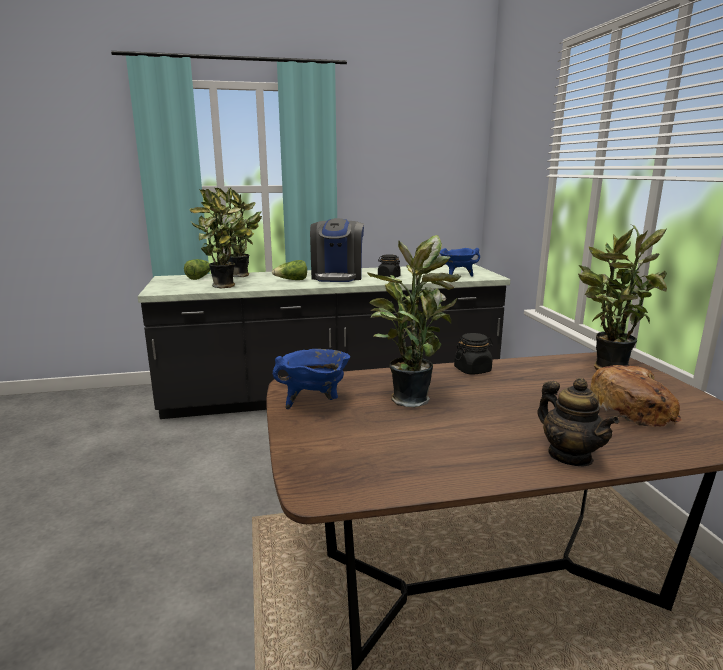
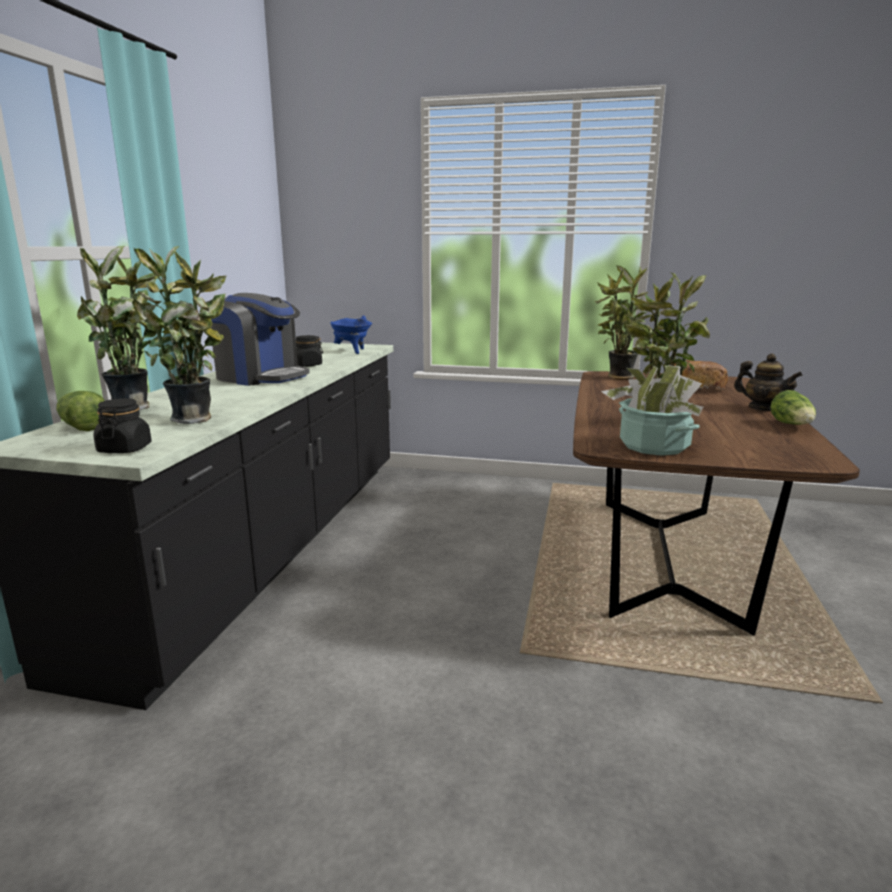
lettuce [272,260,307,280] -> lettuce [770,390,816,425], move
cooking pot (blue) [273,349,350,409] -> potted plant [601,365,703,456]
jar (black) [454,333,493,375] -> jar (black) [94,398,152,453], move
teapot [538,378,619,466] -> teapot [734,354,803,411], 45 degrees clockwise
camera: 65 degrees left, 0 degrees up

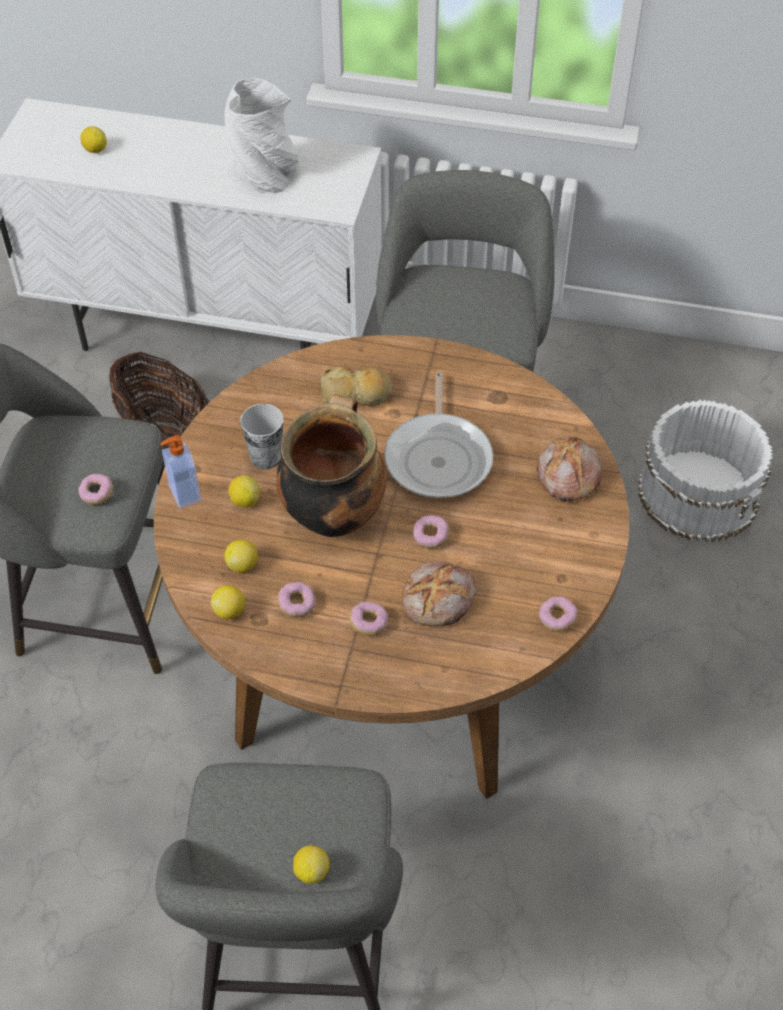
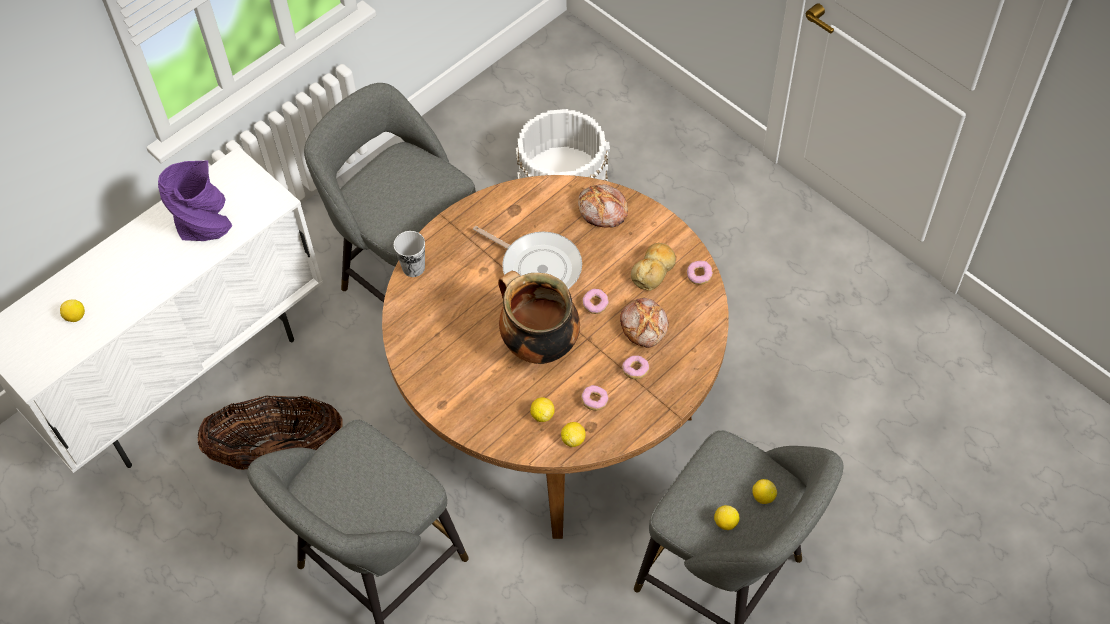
donut [78,474,113,505] -> none
soap dispenser [160,435,201,508] -> none
vase (white) [225,78,299,194] -> vase (purple) [158,160,232,241]
lemon [228,475,260,508] -> lemon [714,505,739,530], move
cup [240,404,284,469] -> cup [394,231,425,277], move
bread [321,366,392,406] -> bread [631,243,676,291], move
camera: 55 degrees left, 5 degrees up

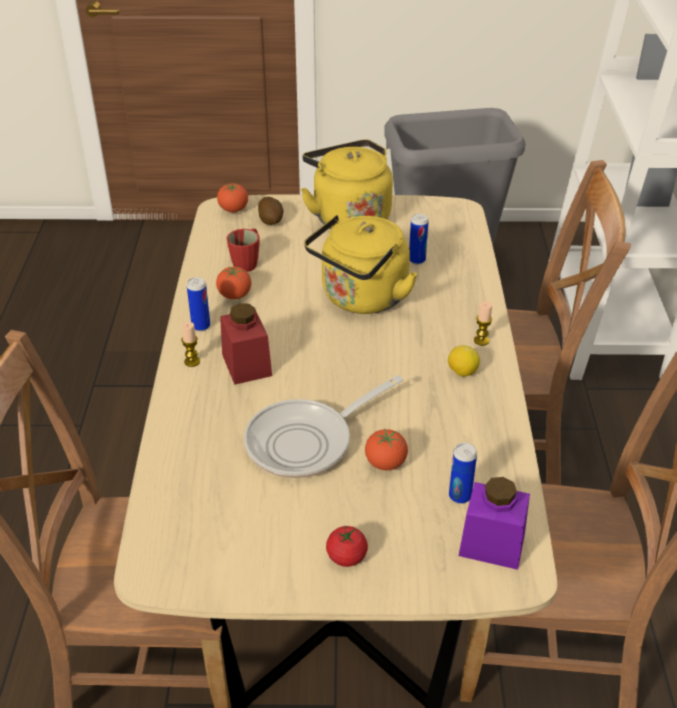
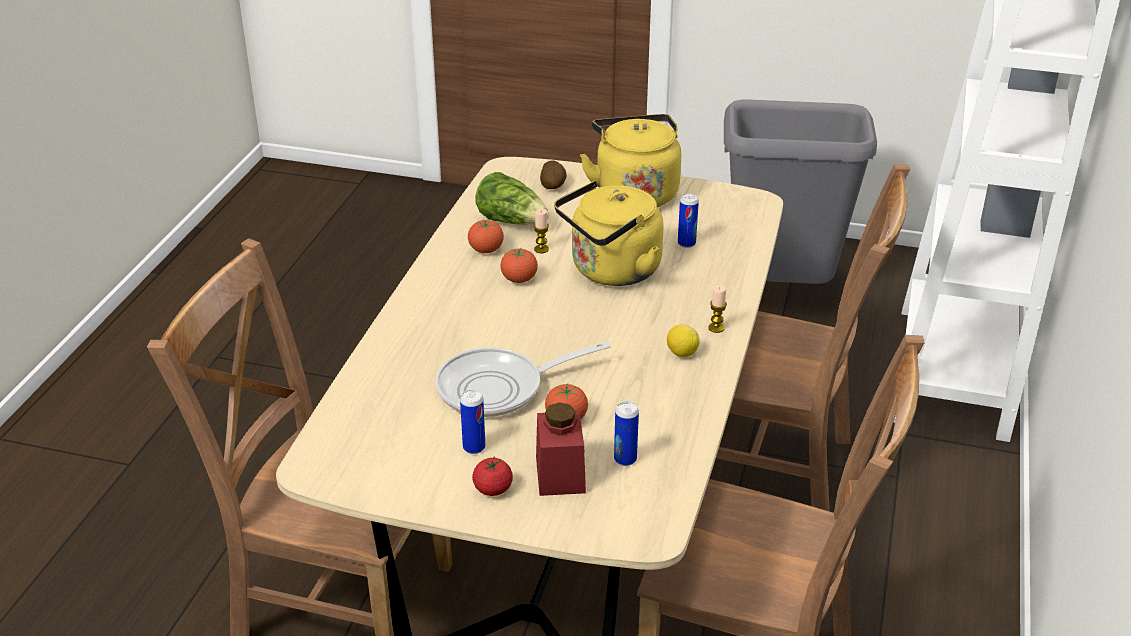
candle [181,322,200,367] -> candle [534,209,549,253], move
can [187,277,210,331] -> can [460,390,485,454], move
tomato [217,183,248,212] -> tomato [500,248,538,283], move
jar (red) [220,303,272,385] -> jar (red) [536,402,586,496], move
mug (red) [227,228,260,272] -> lettuce [475,172,549,224]
jar (purple) [459,477,530,570] -> none
camera: 15 degrees right, 5 degrees down

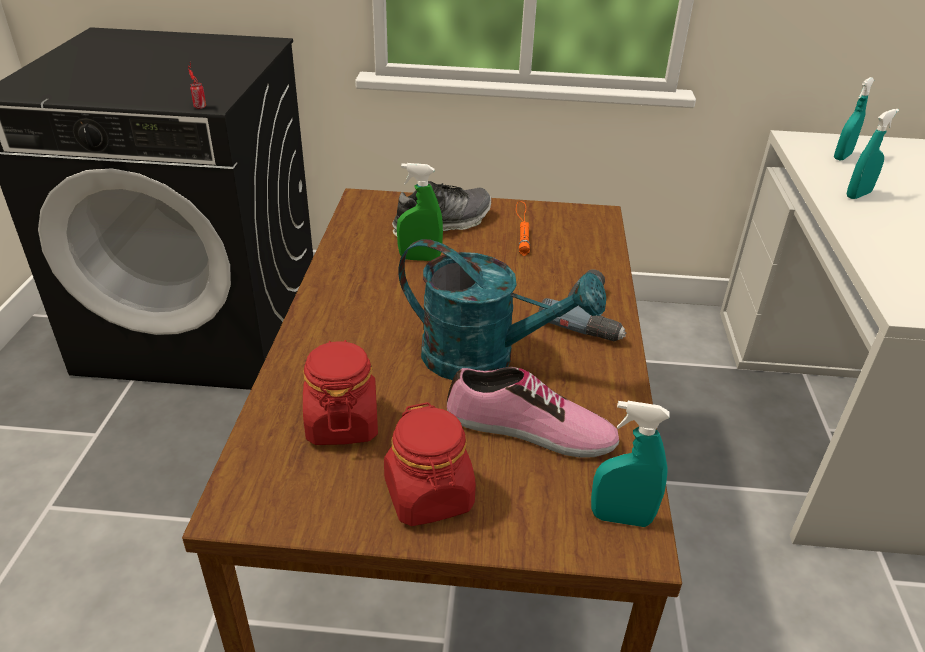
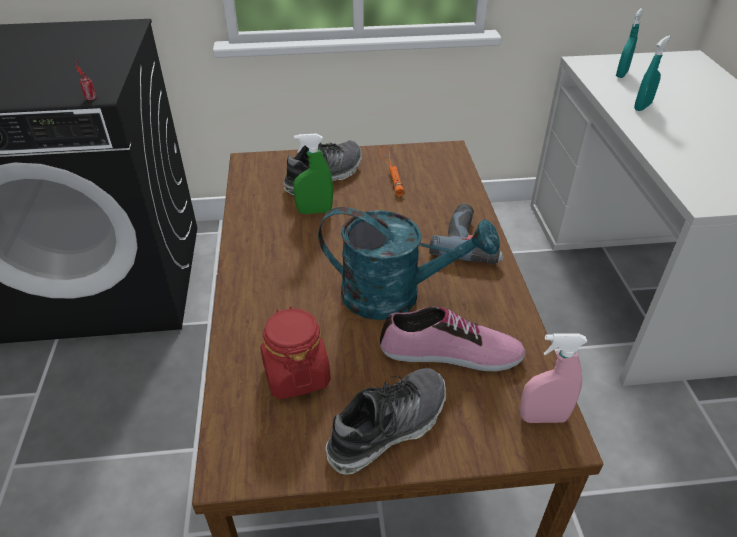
jar (red) [384,402,476,526] -> shoe [326,368,446,475]
spray bottle (turquoise) [591,401,670,527] -> spray bottle (pink) [519,333,587,423]
camera: 10 degrees left, 5 degrees up

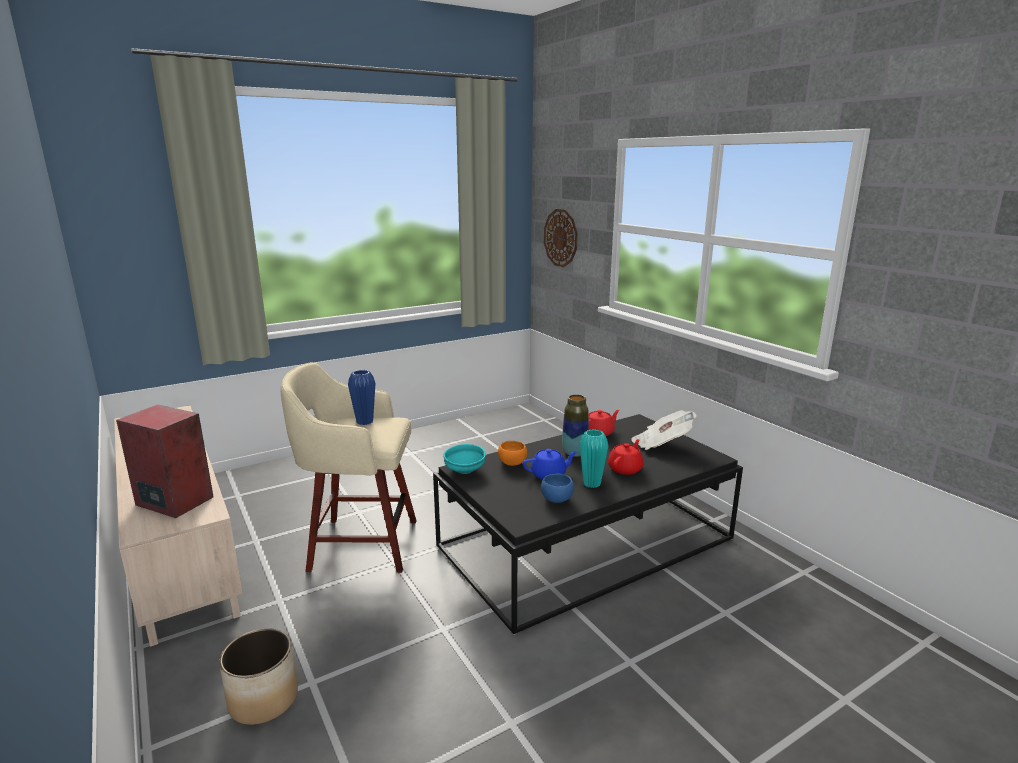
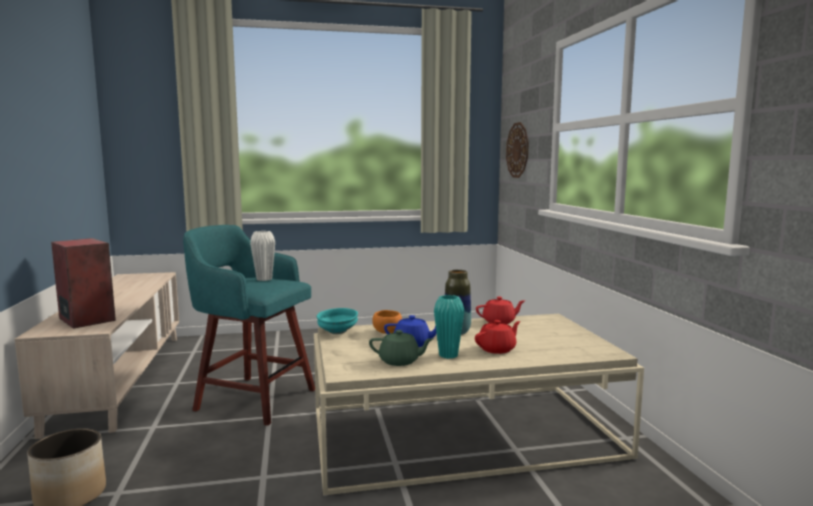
stool (beige) [281,362,417,573] -> stool (turquoise) [183,225,315,426]
vase (blue) [348,370,375,425] -> vase (white) [250,231,275,281]
coffee table (black) [433,414,743,635] -> coffee table (beige) [314,314,644,496]
bowl (blue) [541,474,574,503] -> teapot (green) [369,330,433,366]
newspaper [631,410,697,450] -> none
camera: 20 degrees right, 10 degrees down

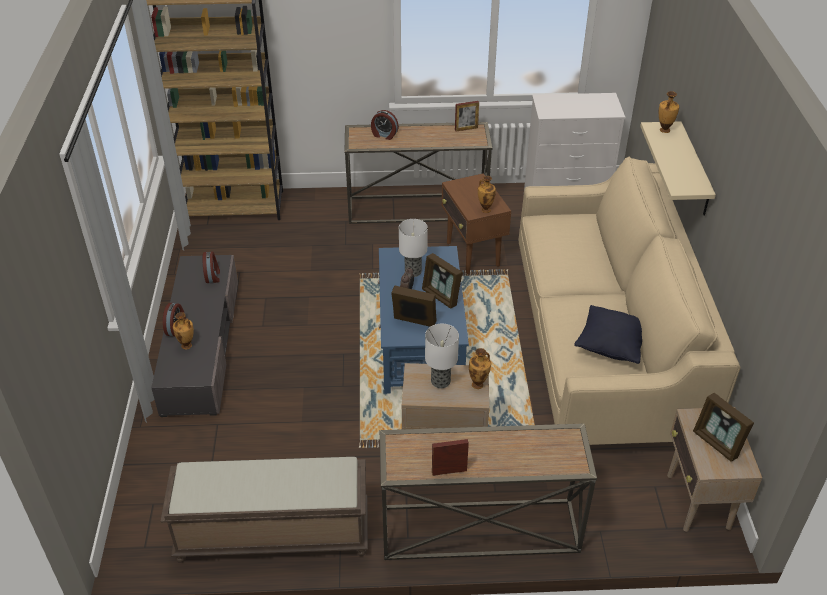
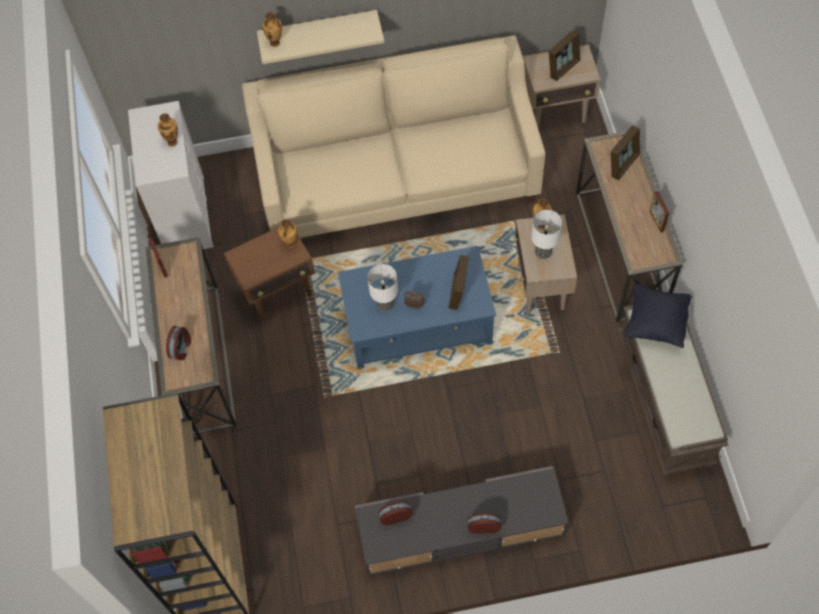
vase [173,312,194,350] -> vase [158,113,178,147], move
picture frame [422,253,463,309] -> picture frame [611,125,640,180], move
pillow (black) [574,305,642,364] -> pillow (black) [626,284,692,348], move
camera: 95 degrees left, 20 degrees up

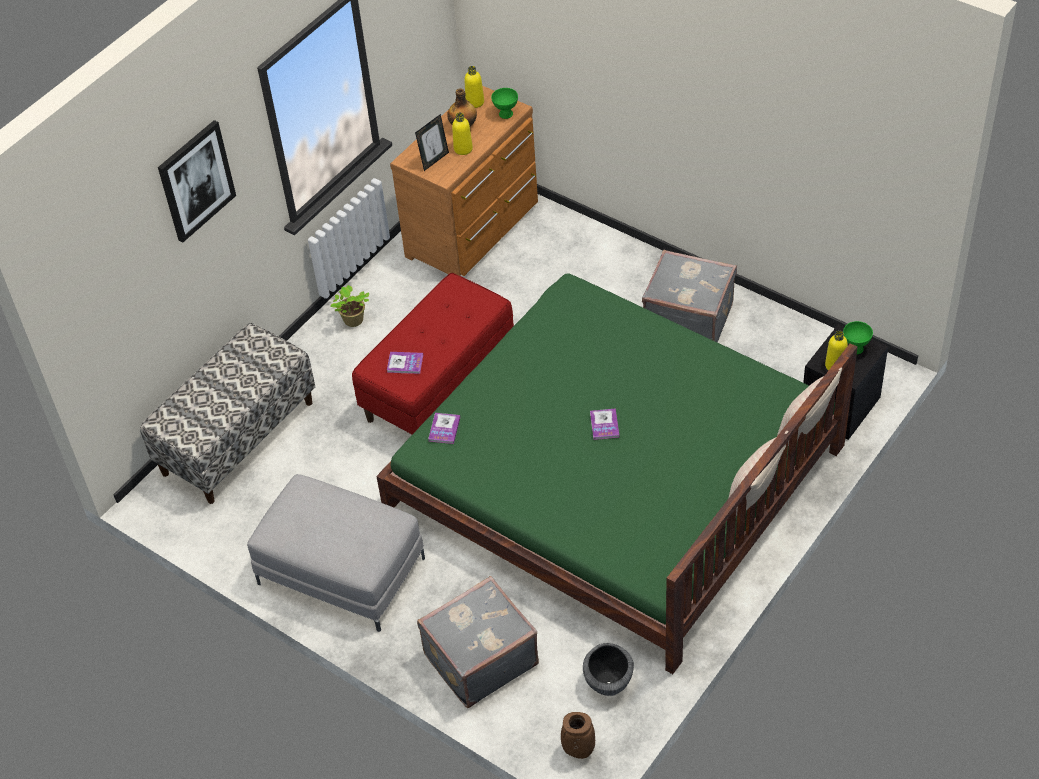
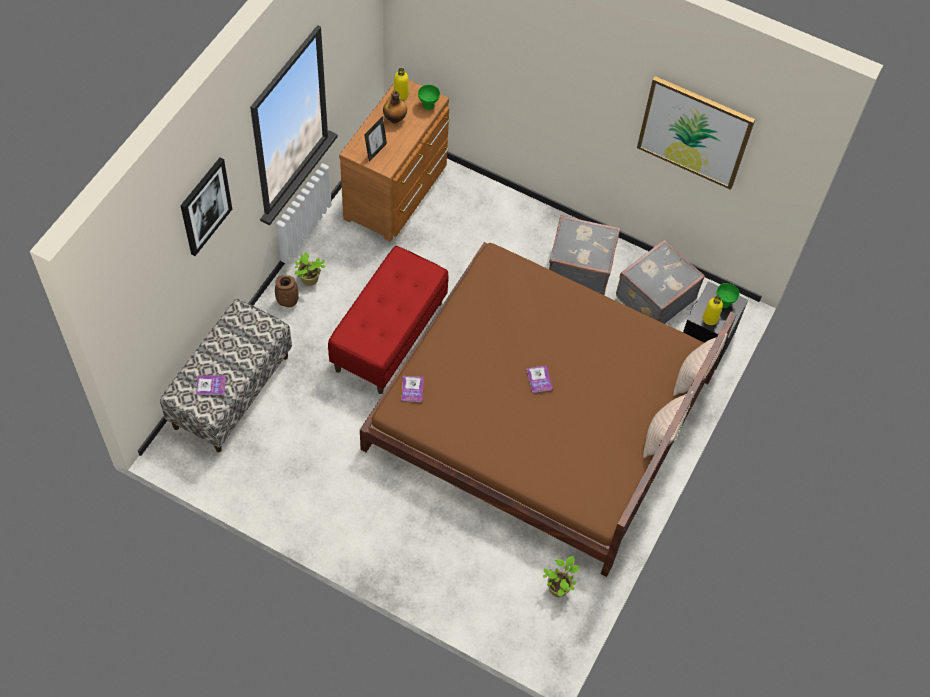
ottoman (grey) [247,474,425,632] -> none
bed (green) [376,273,858,674] -> bed (brown) [360,242,737,577]
book [387,352,423,374] -> book [196,375,226,395], move
suitcase (grey) [417,576,539,708] -> suitcase (grey) [616,240,705,324], move
bottle (yellow) [452,113,473,155] -> none
vase (brown) [561,712,595,759] -> vase (brown) [275,275,299,307], move
bowl [583,643,634,696] -> potted plant [543,556,580,597]
none -> picture [637,76,755,190]
camera: 15 degrees left, 10 degrees up

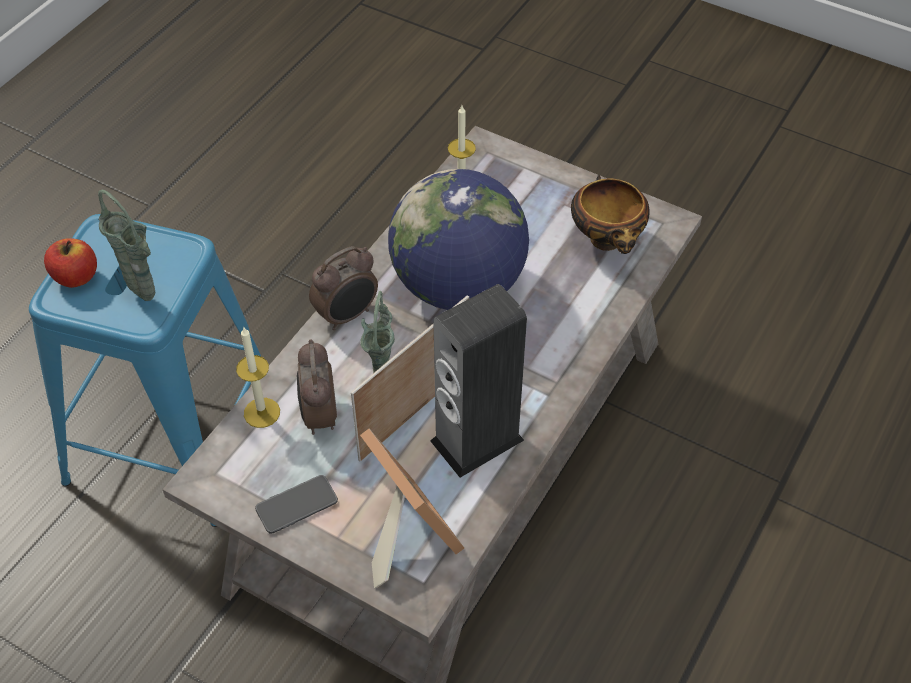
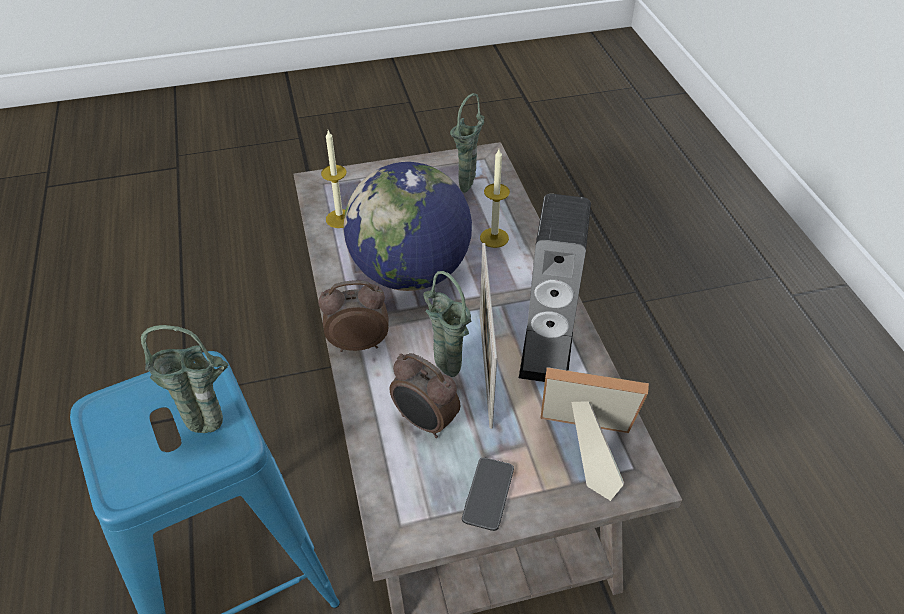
apple [44,238,97,288] -> none
candle [236,326,280,428] -> candle [480,149,510,248], move
alarm clock [309,246,378,330] -> alarm clock [318,280,389,352], 105 degrees counterclockwise
bowl [571,175,650,254] -> vase (green) [450,93,485,193]
camera: 45 degrees left, 5 degrees down

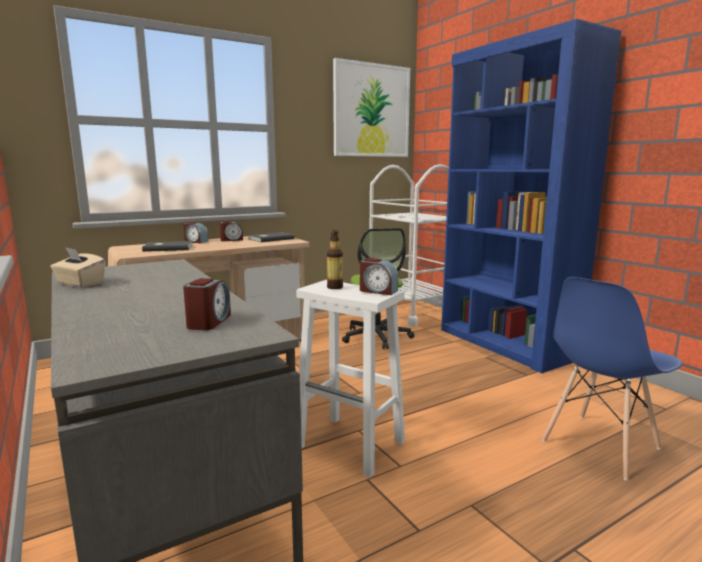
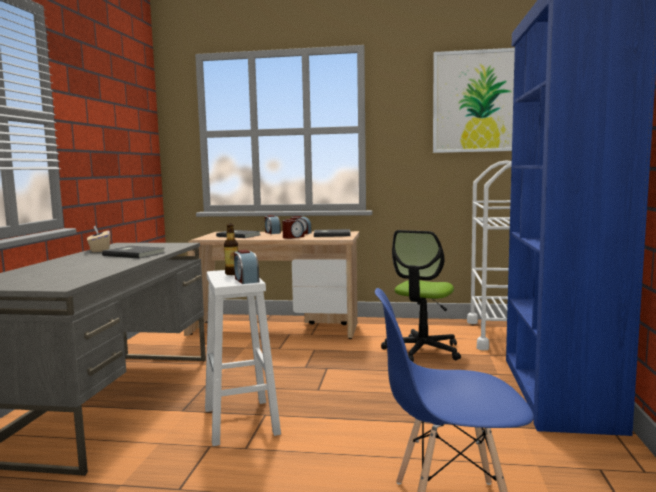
alarm clock [183,278,231,330] -> alarm clock [282,219,304,239], move
none -> book (grey) [102,246,165,258]
camera: 40 degrees right, 5 degrees down

